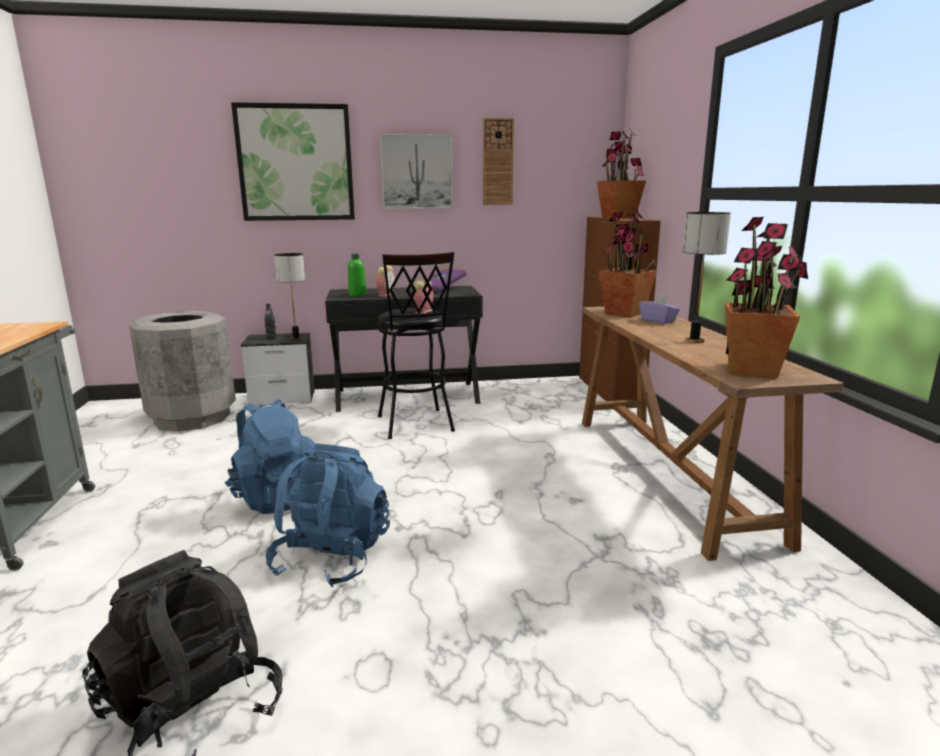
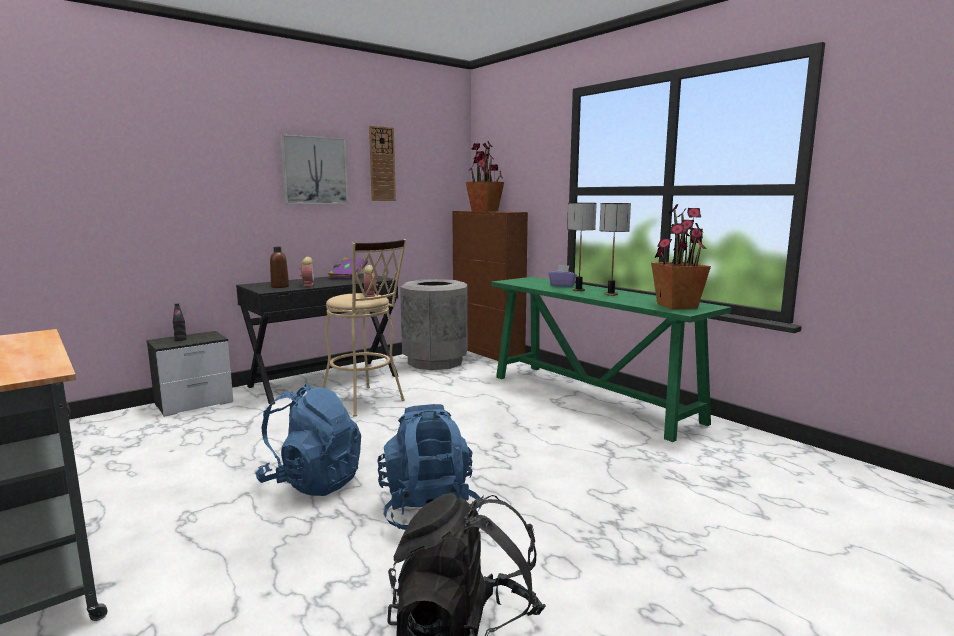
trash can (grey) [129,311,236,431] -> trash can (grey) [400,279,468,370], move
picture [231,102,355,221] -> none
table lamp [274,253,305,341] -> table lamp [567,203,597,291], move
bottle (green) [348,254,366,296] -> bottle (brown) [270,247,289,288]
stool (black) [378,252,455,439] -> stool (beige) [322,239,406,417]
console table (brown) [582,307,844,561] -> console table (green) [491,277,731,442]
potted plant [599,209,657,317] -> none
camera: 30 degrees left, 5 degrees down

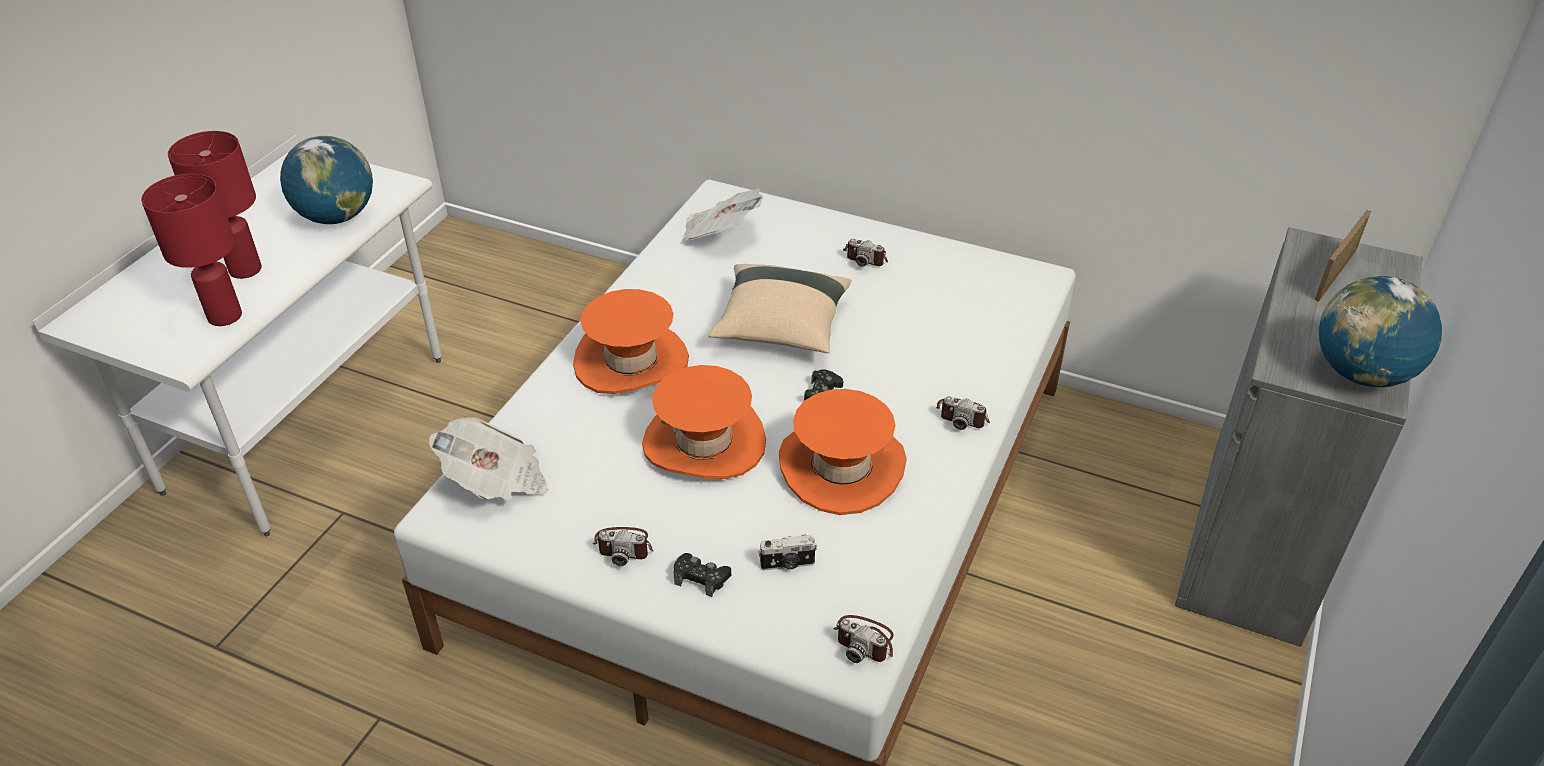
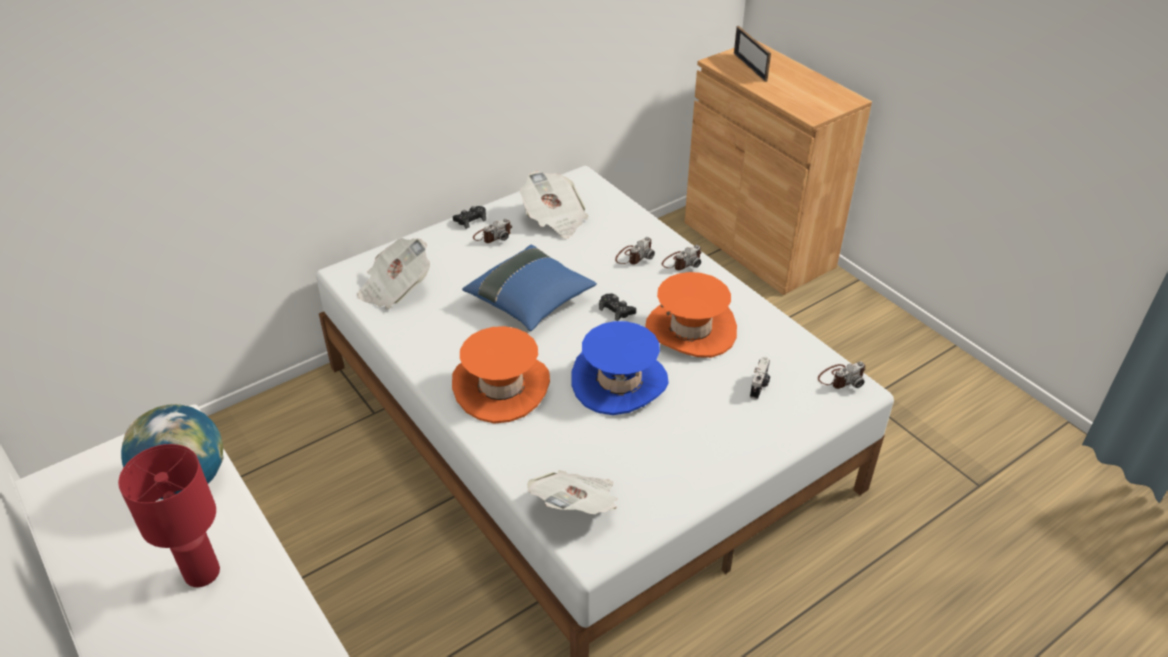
table lamp (red) [141,174,242,326] -> none
photo camera [593,527,653,566] -> photo camera [615,237,655,265], move
hat (orange) [642,365,766,479] -> hat (blue) [571,321,668,415]
game controller (black) [674,553,731,597] -> game controller (black) [453,206,486,229], move
pillow (beige) [708,264,851,354] -> pillow (blue) [462,245,597,331]
cabinet (grey) [1175,227,1423,647] -> cabinet (brown) [684,40,872,295]
globe [1319,276,1442,387] -> none
none -> newspaper [520,171,588,238]
camera: 60 degrees left, 0 degrees up

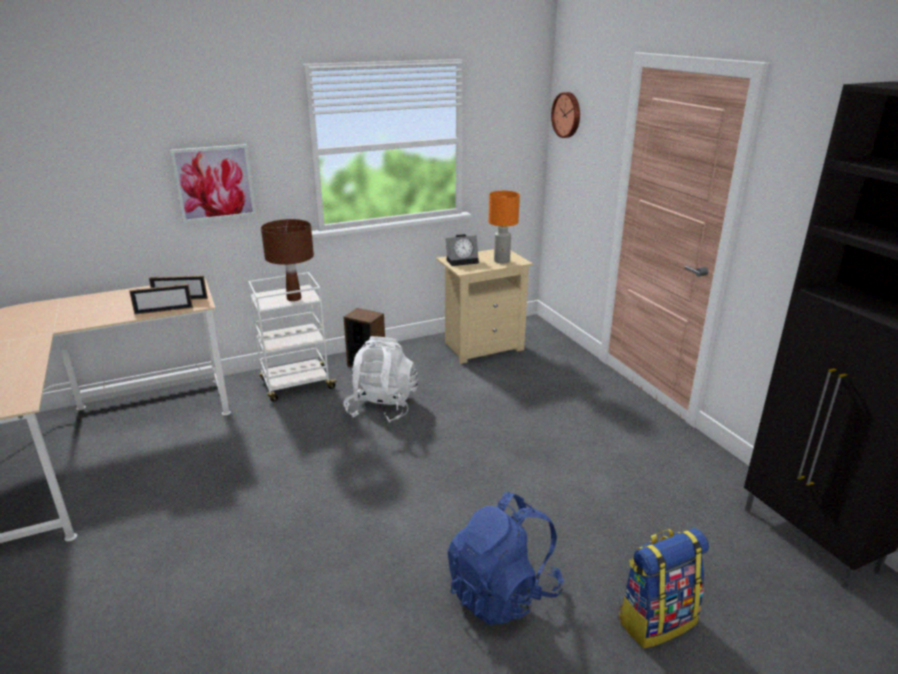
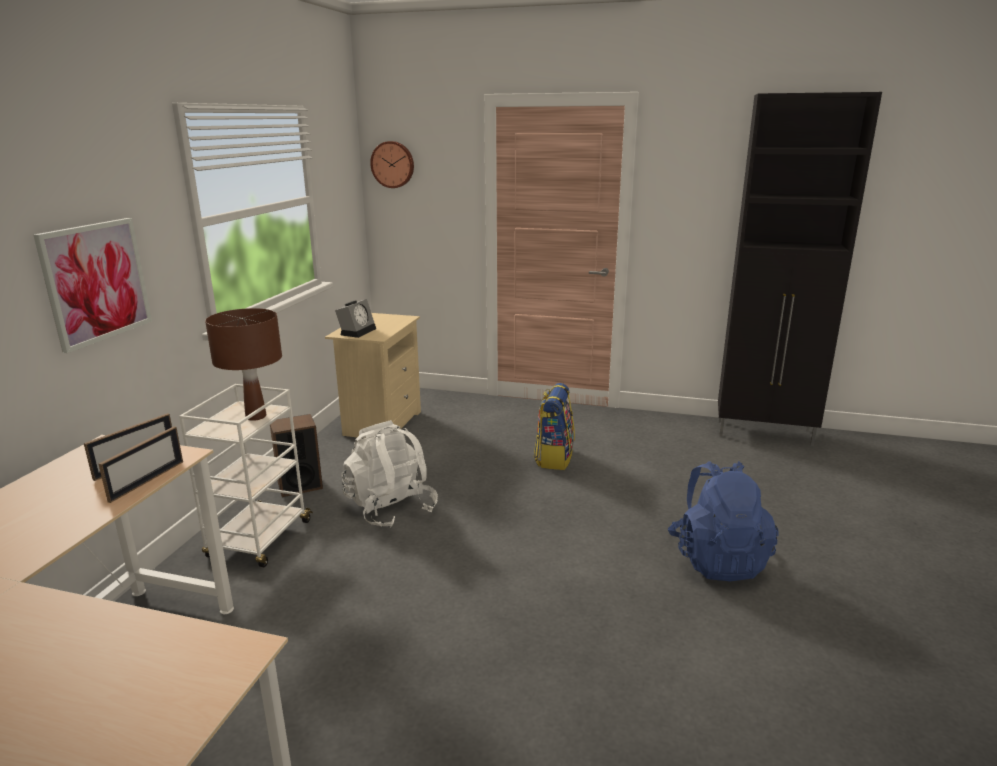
table lamp (orange) [489,191,520,263] -> none
backpack [618,528,709,649] -> backpack [534,383,575,470], move
camera: 50 degrees left, 5 degrees down

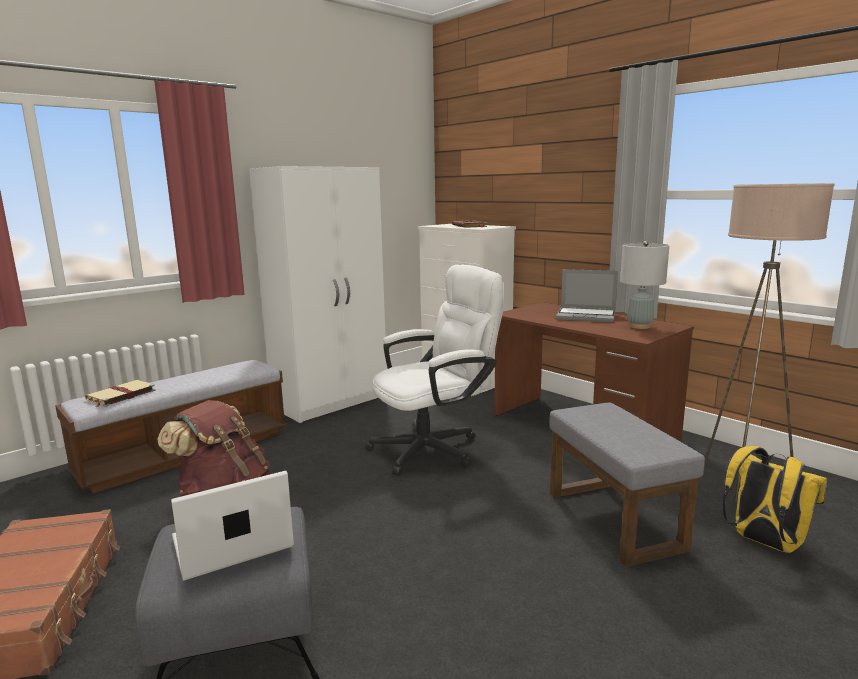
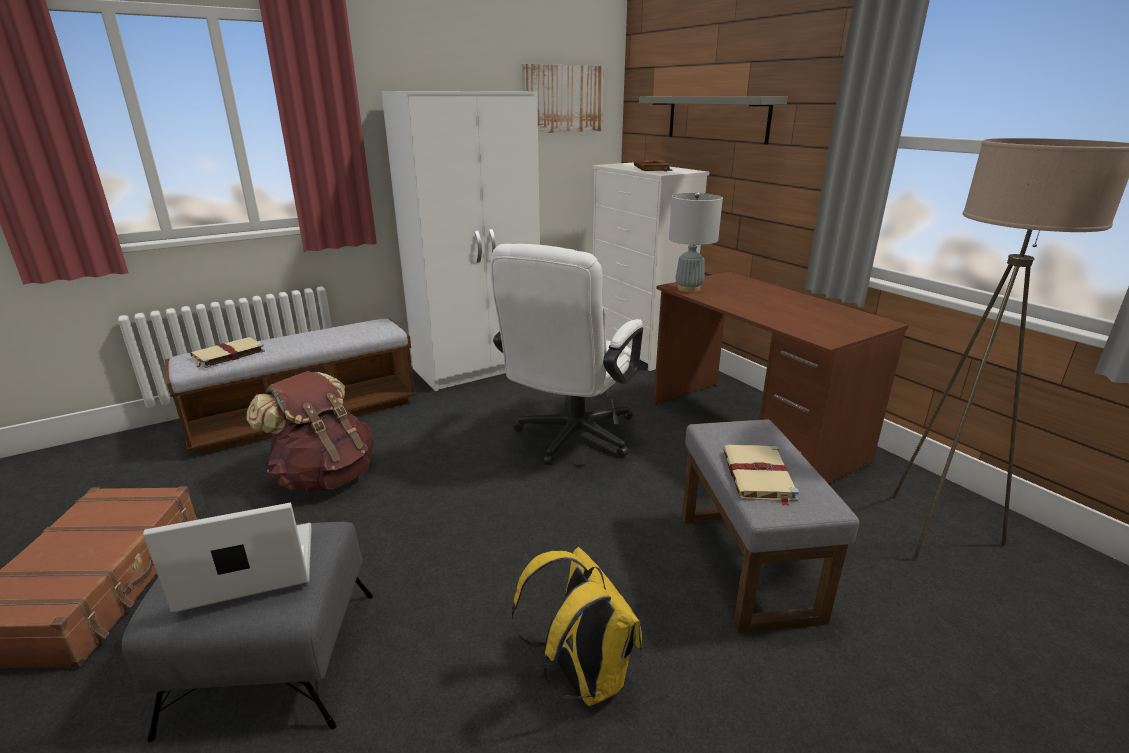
office chair (white) [365,265,504,476] -> office chair (white) [490,244,643,466], 135 degrees clockwise
laptop [556,269,618,322] -> none
table lamp (grey) [620,241,669,329] -> table lamp (grey) [669,192,723,292], move
backpack (yellow) [722,446,827,553] -> backpack (yellow) [512,547,642,706], move
none -> picture [522,64,604,133]
none -> shelf (grey) [639,96,788,144]
none -> book (beige) [723,445,799,506]
camera: 10 degrees right, 10 degrees up

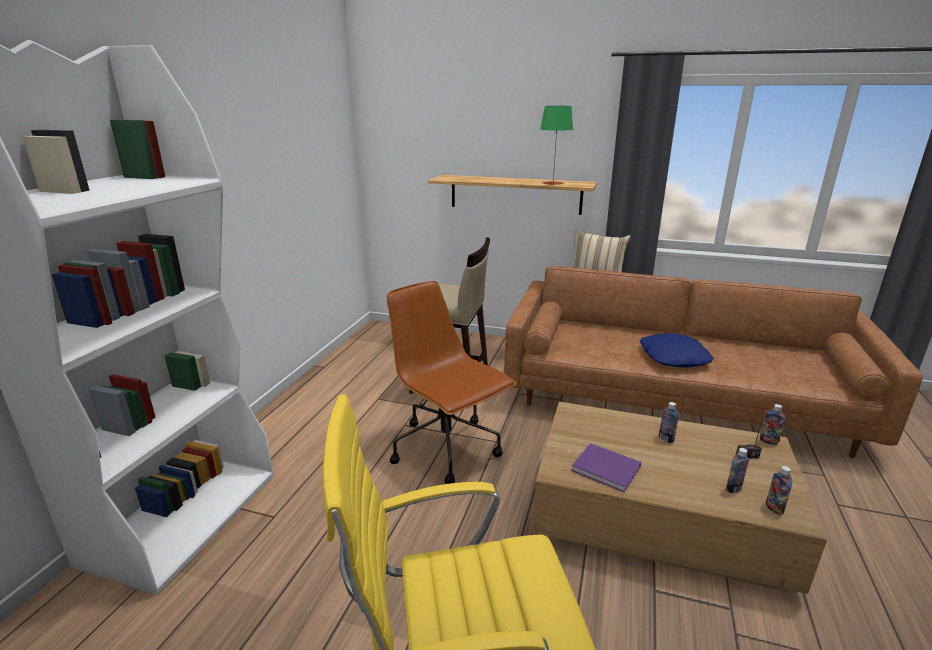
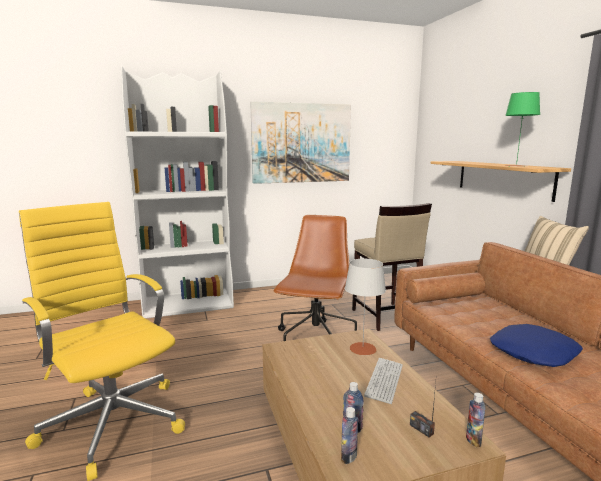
book (purple) [571,443,641,492] -> none
bottle [659,402,679,443] -> keyboard [364,358,403,404]
none -> picture [250,101,351,184]
none -> table lamp (grey) [345,259,386,355]
camera: 55 degrees right, 10 degrees down

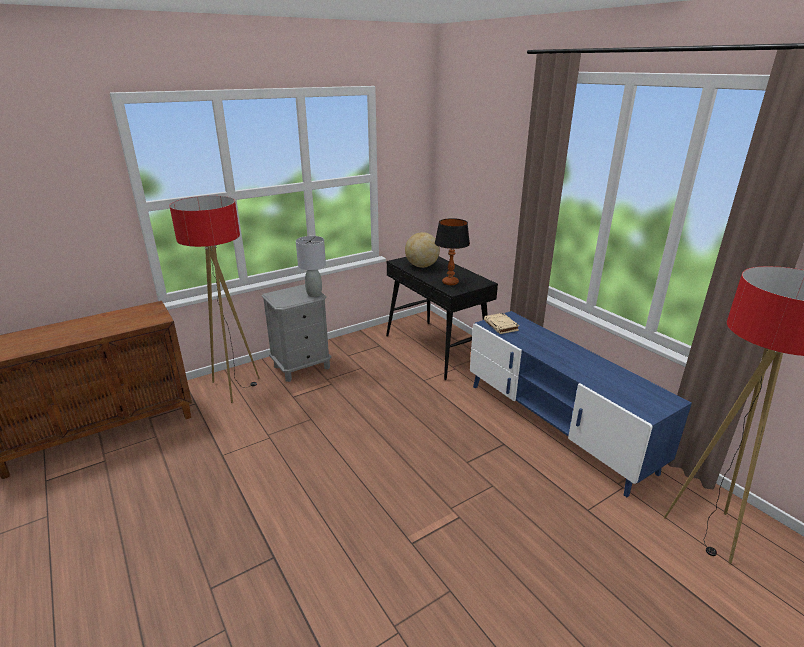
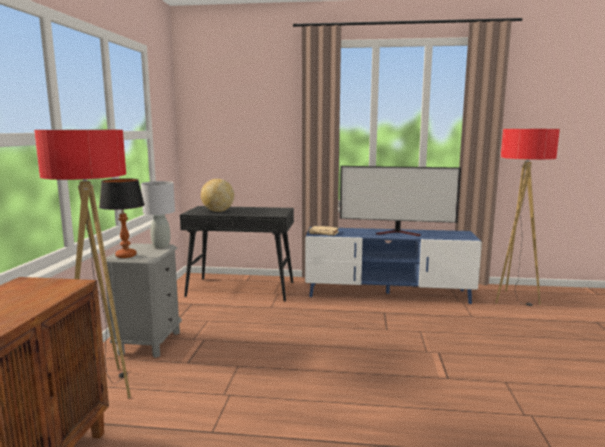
table lamp [435,218,470,285] -> table lamp [99,178,145,258], move
none -> television [340,166,461,236]
camera: 50 degrees left, 15 degrees down

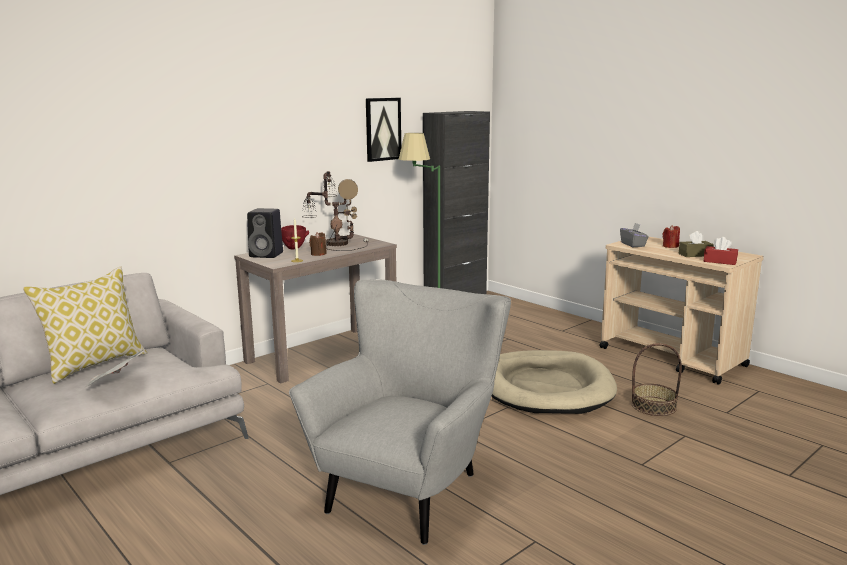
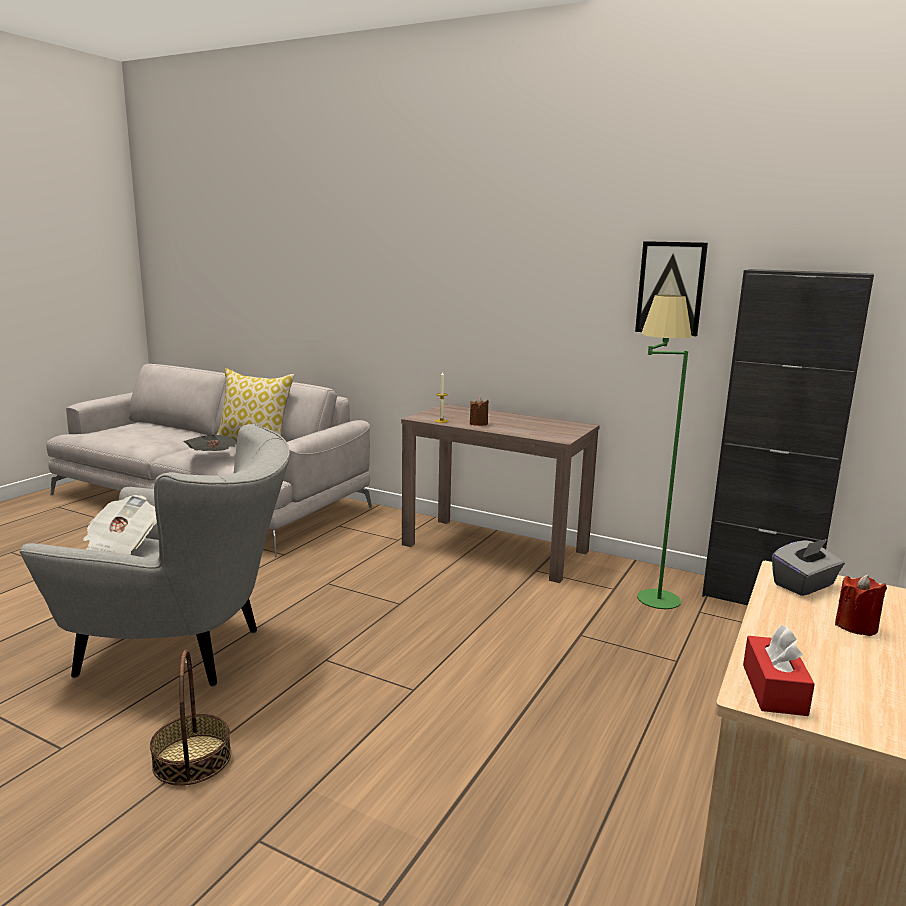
speaker (black) [247,208,283,258] -> none
bowl (red) [281,225,309,249] -> none
table lamp [302,171,369,251] -> none
dog bed (beige) [492,350,617,414] -> none
basket [631,343,682,416] -> basket [150,650,231,785], move
tissue box (brown) [679,231,714,257] -> none
none -> newspaper [83,495,157,555]
camera: 70 degrees right, 0 degrees up

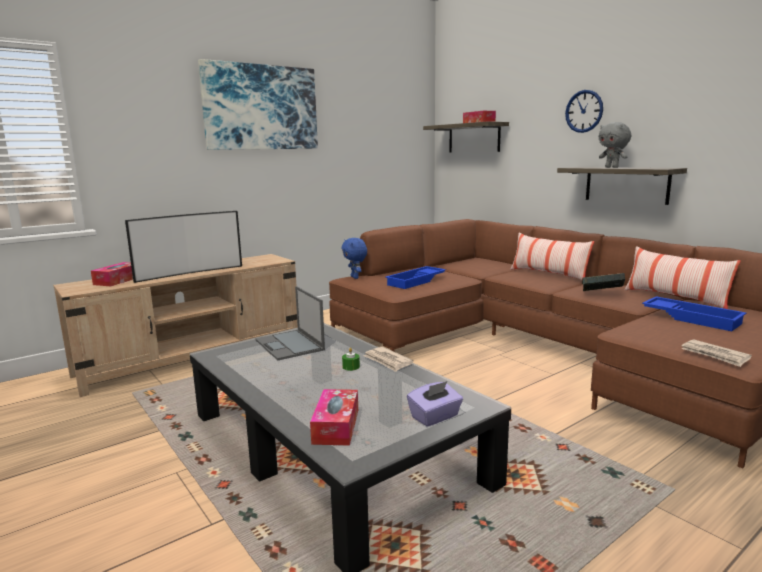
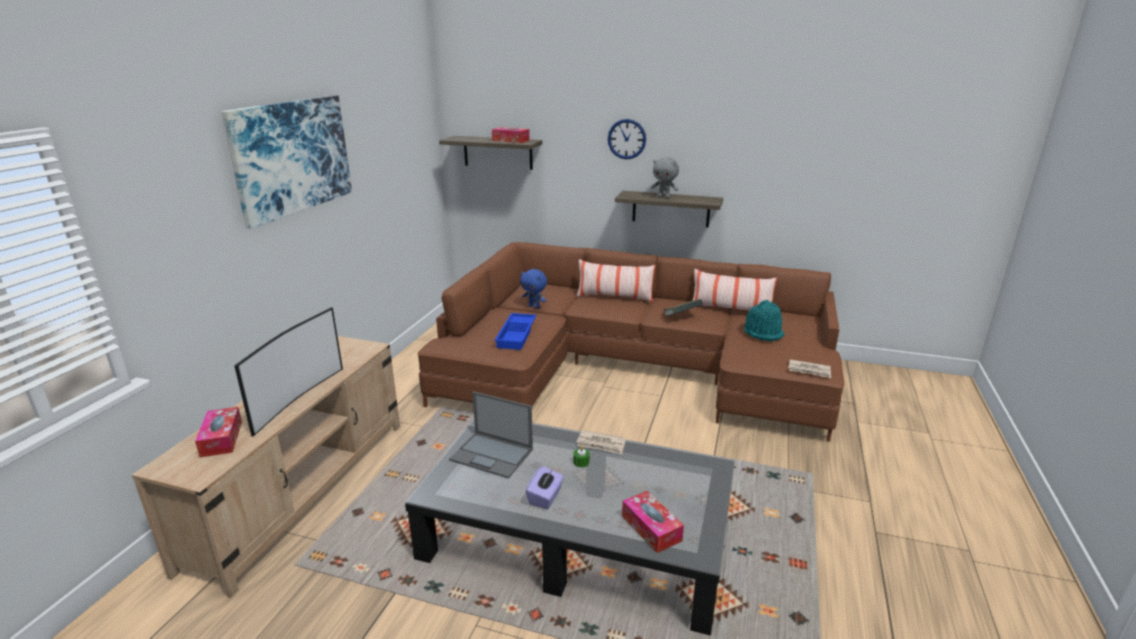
plush toy (blue) [342,238,367,279] -> plush toy (blue) [520,269,547,308], move
tissue box (purple) [407,381,463,426] -> tissue box (purple) [526,466,564,509], move
tray (blue) [642,296,747,331] -> hat (turquoise) [744,300,784,341]
camera: 35 degrees left, 10 degrees up

